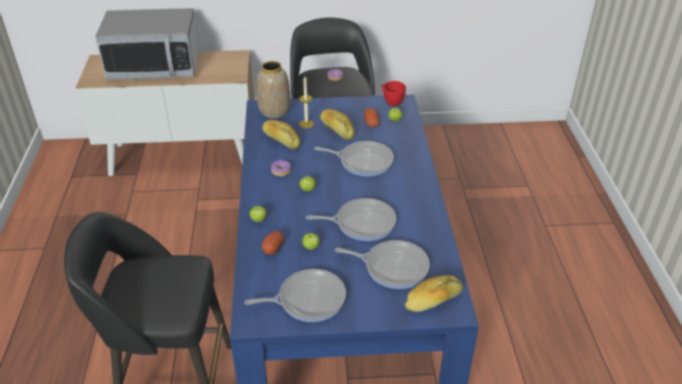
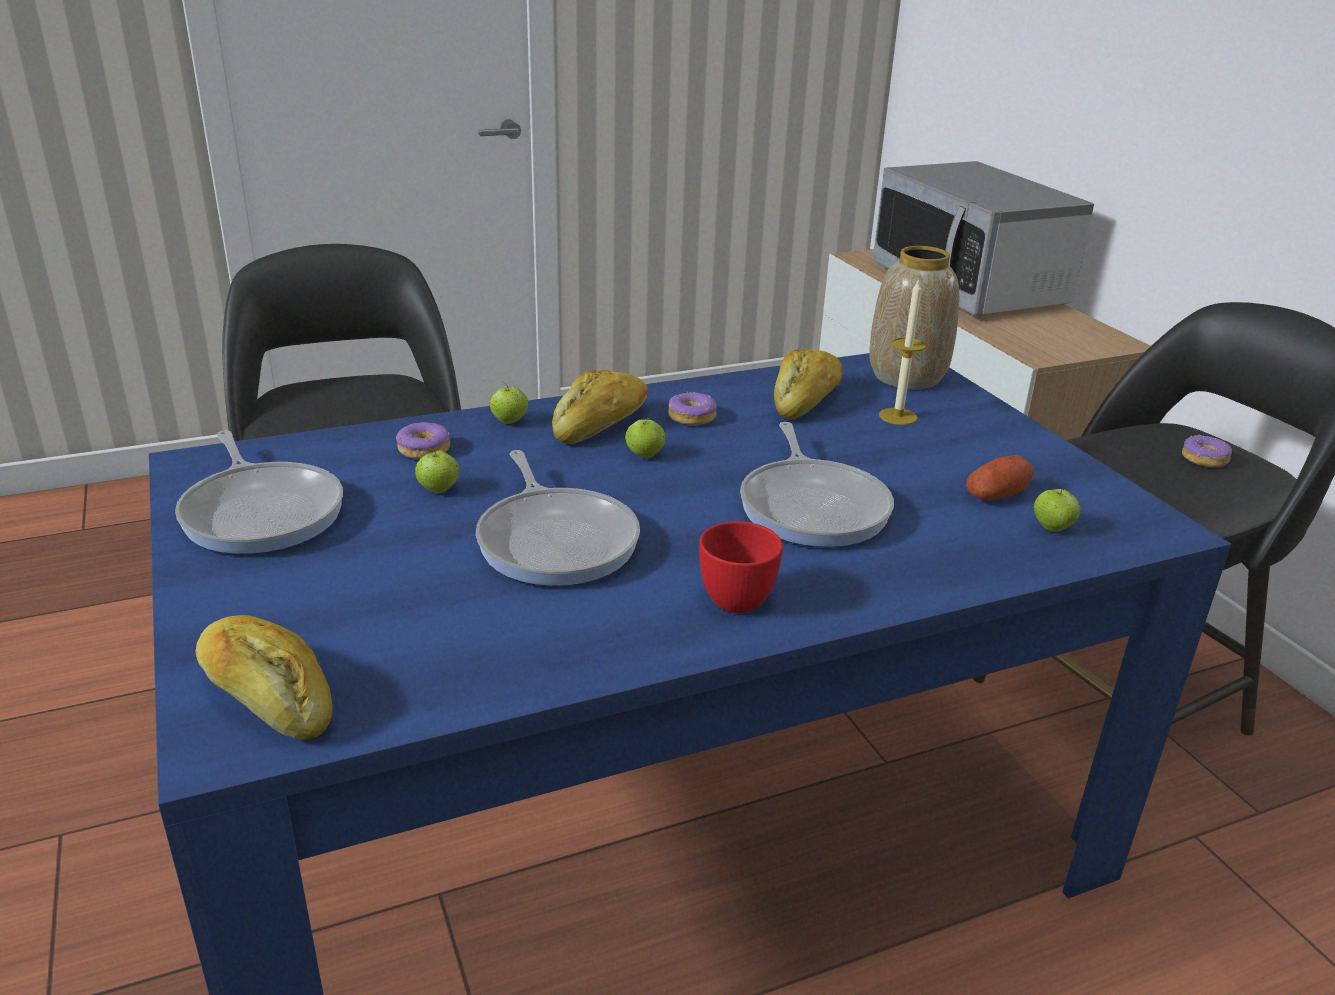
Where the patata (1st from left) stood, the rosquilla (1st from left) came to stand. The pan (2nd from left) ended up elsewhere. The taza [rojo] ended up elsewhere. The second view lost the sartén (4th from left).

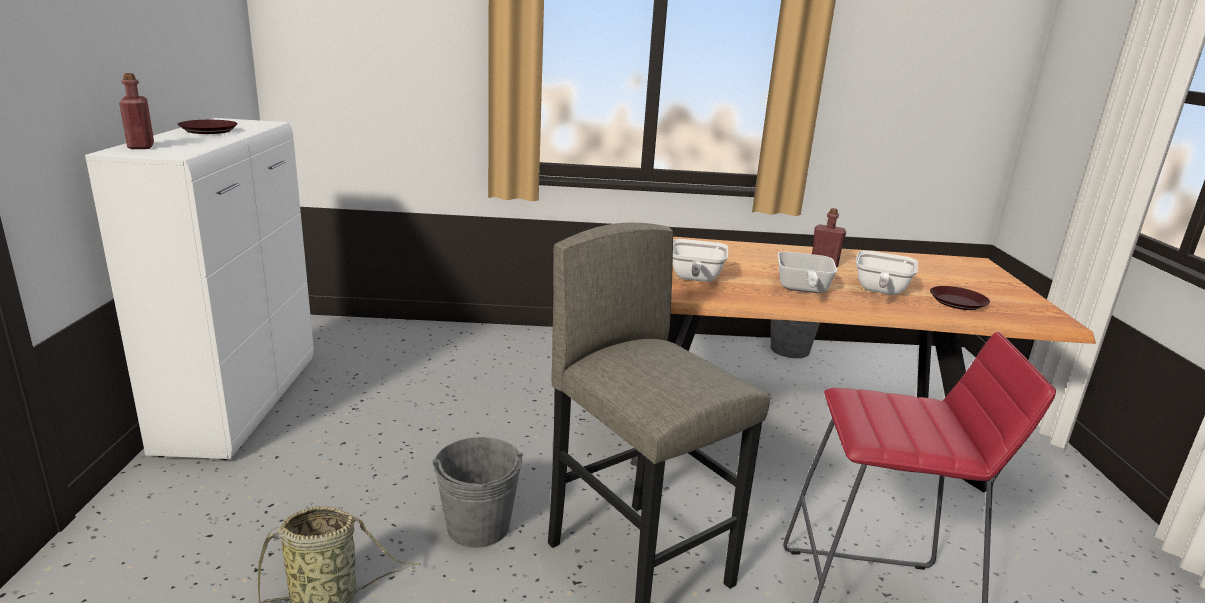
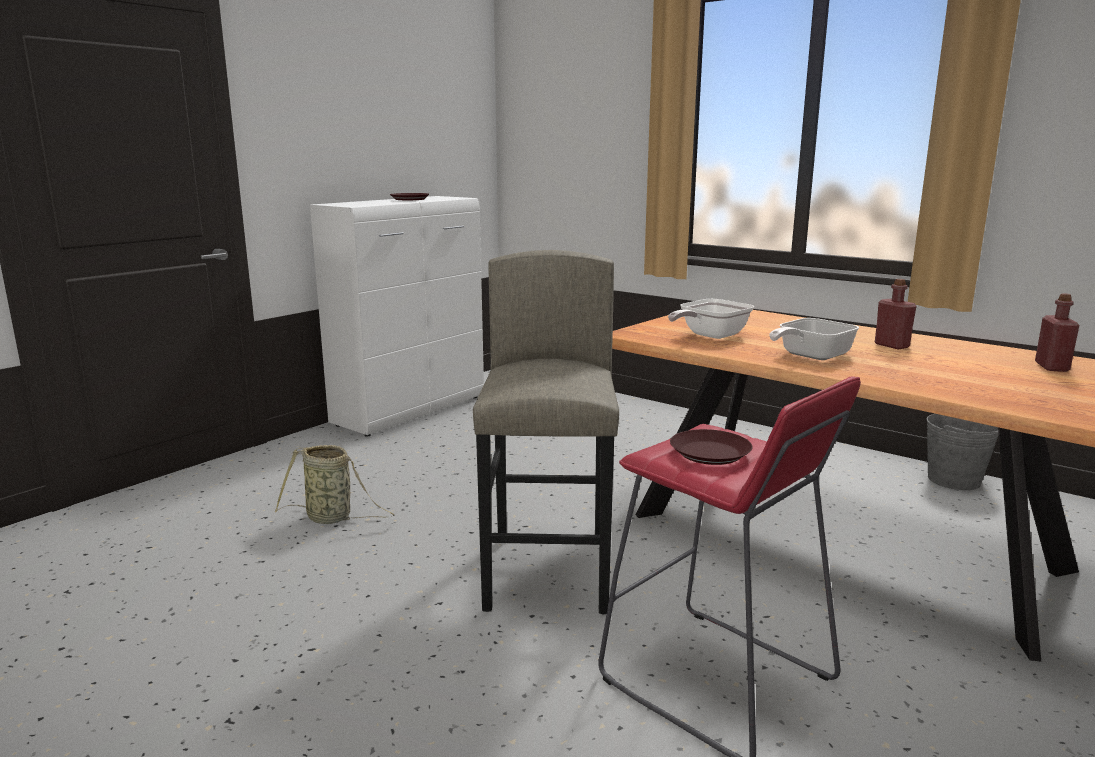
The plato [marrón] (2nd from left) ended up elsewhere. The botella [rojo] (1st from left in the first image) ended up elsewhere. The second view lost the cubo [gris] (1st from left). The second view lost the sartén (3rd from left).

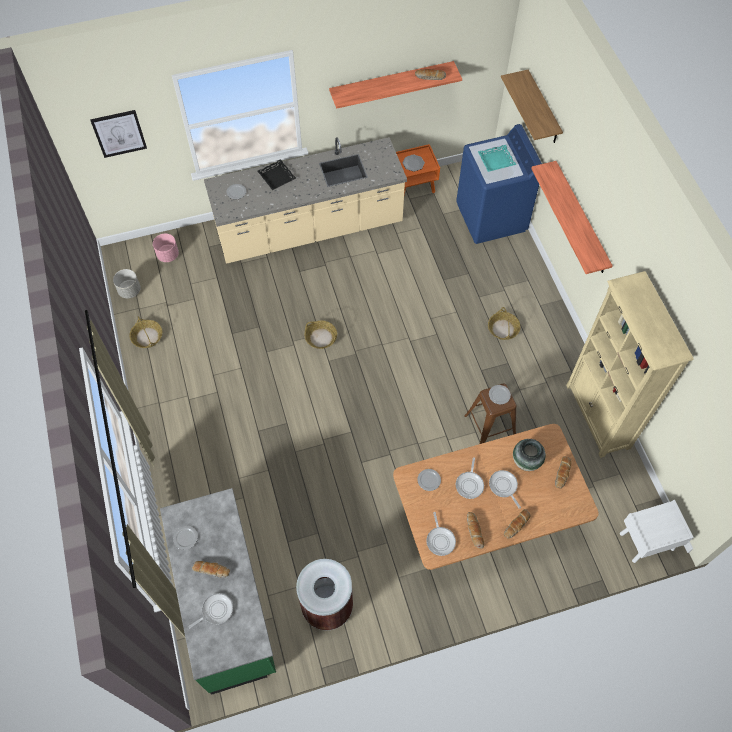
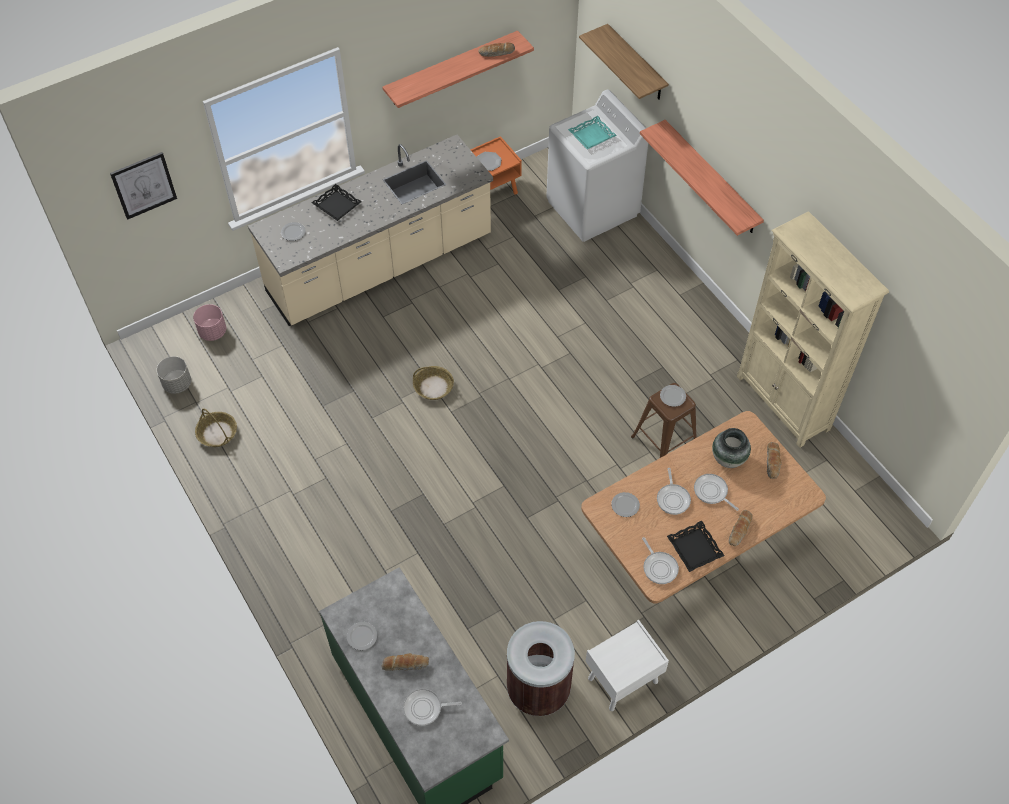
The sartén (1st from left) ended up facing another way, 135 degrees counterclockwise from before. What was the lavadora [azul] turned into the lavadora [blanco]. The mesita de noche [blanco] ended up elsewhere. Where the pan (3rd from left) stood, the bandeja [negro] (2nd from left) came to stand. The second view lost the cesta (3rd from left).

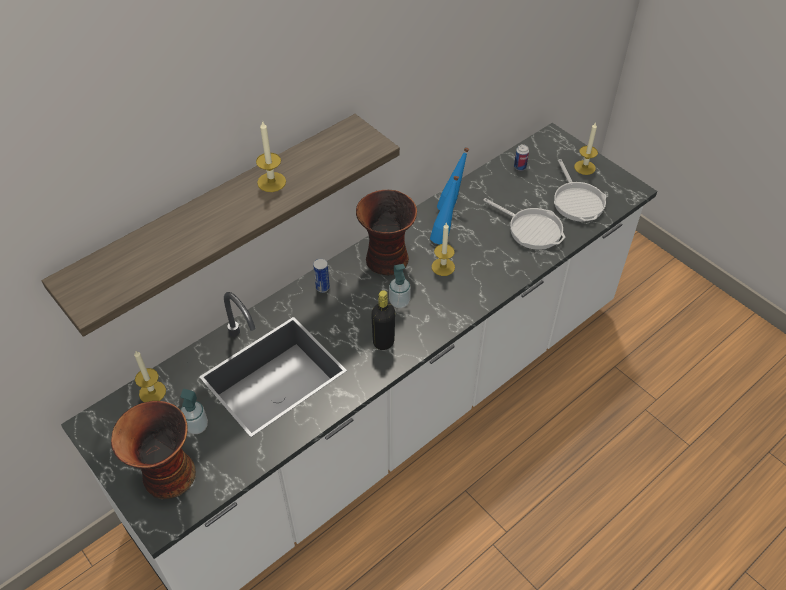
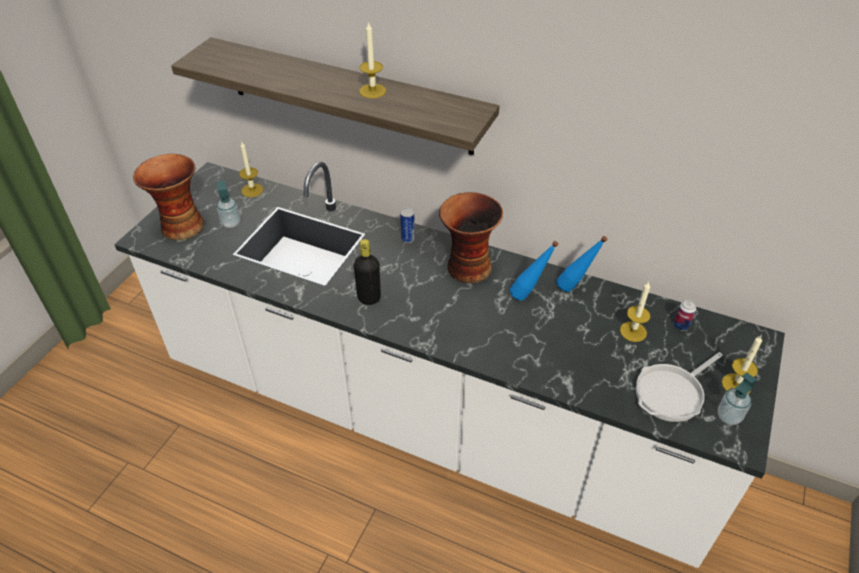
The vela (3rd from left) ended up elsewhere. The dispensador de jabón (2nd from left) ended up elsewhere. The second view lost the sartén (1st from left).

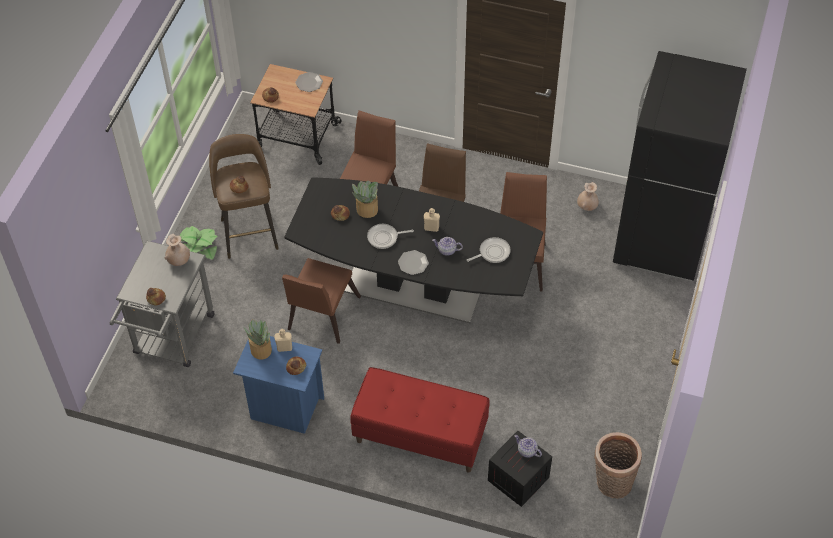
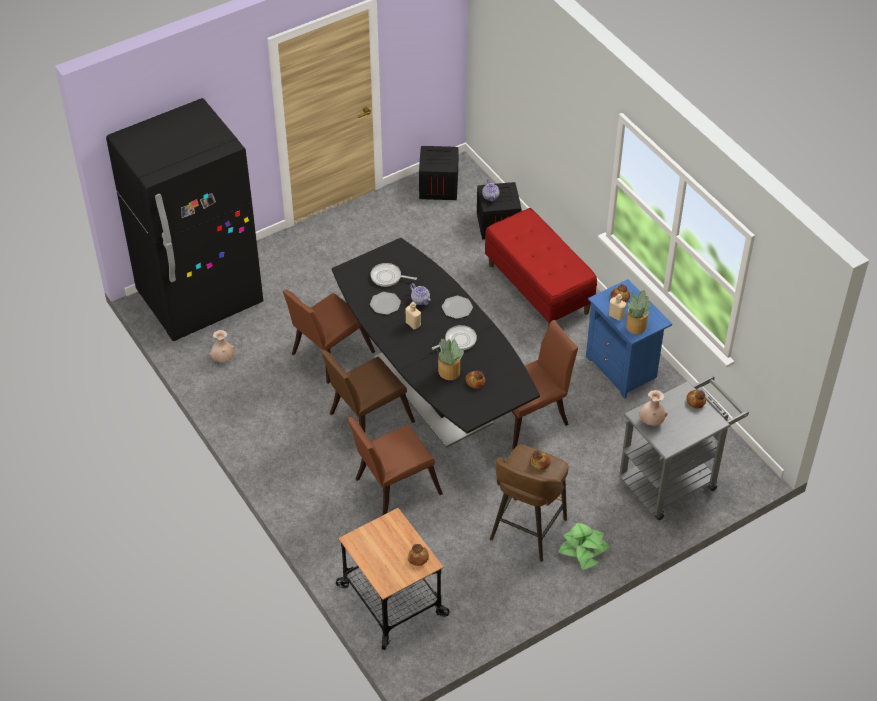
The plato (1st from left) ended up elsewhere. Where the cesta stood, the caja de embalaje (1st from left) came to stand. The sartén (1st from left in the first image) ended up facing another way, 60 degrees counterclockwise from before.

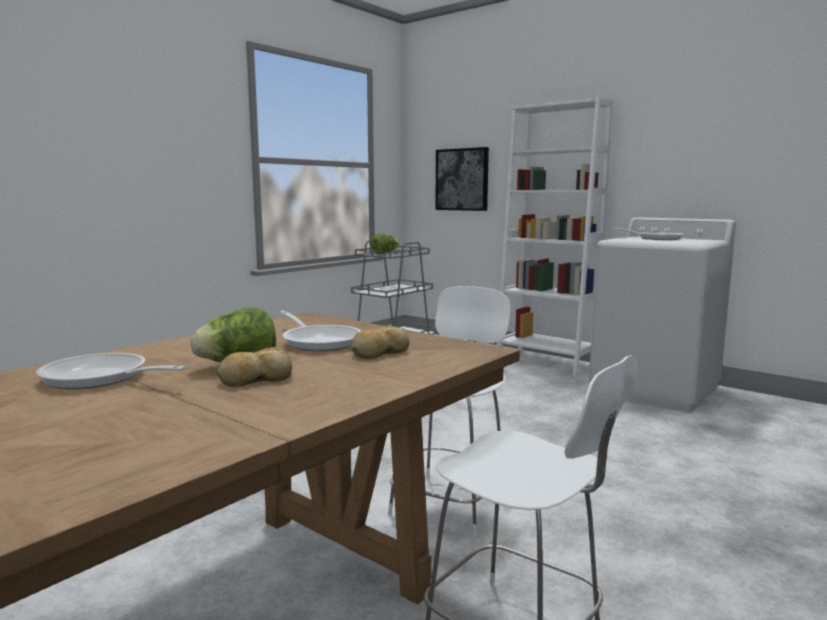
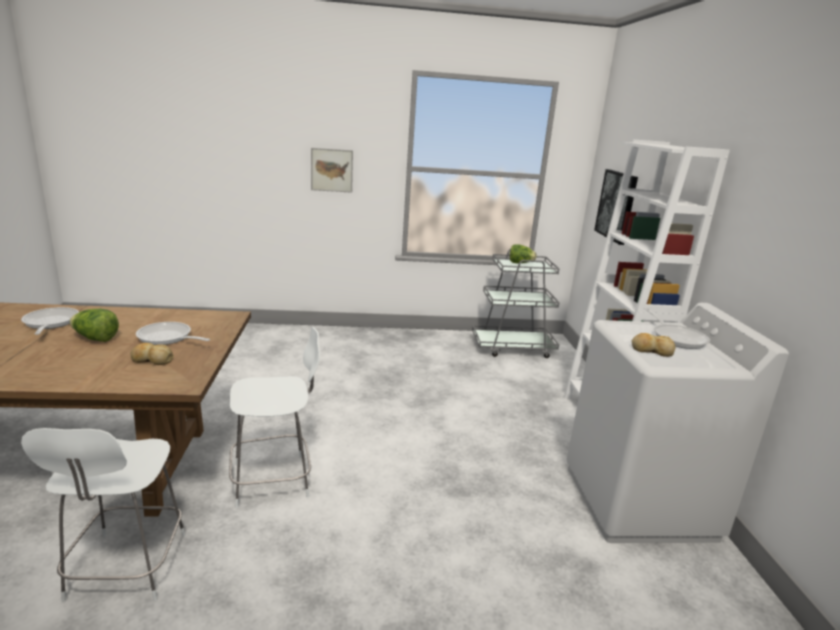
The sartén (2nd from left) ended up facing another way, 105 degrees clockwise from before. The second view gained the cuadro (1st from left). The pan (1st from left in the first image) ended up elsewhere.

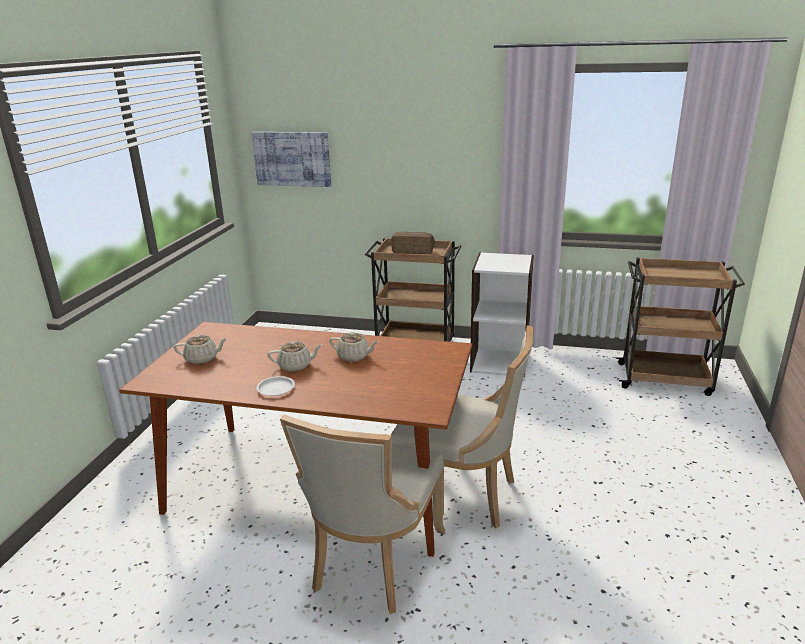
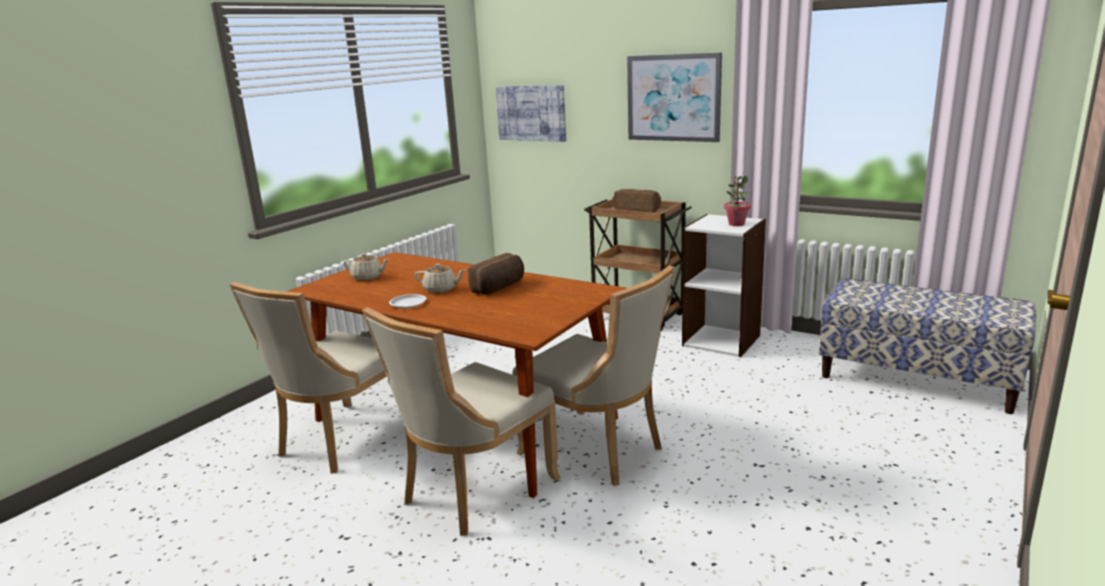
The second view gained the silla [beis] (1st from left). Where the tetera [beis] (3rd from left) stood, the pan (1st from left) came to stand. The second view gained the cuadro (2nd from left). The second view gained the planta en maceta. Where the carrito [marrón] (2nd from left) stood, the banco came to stand.

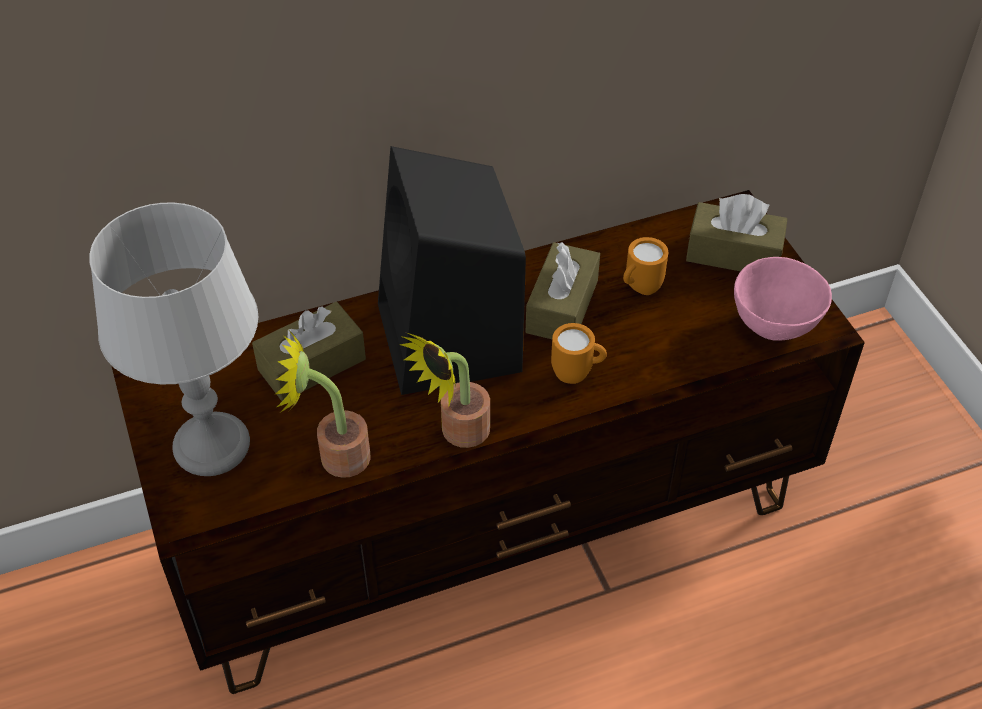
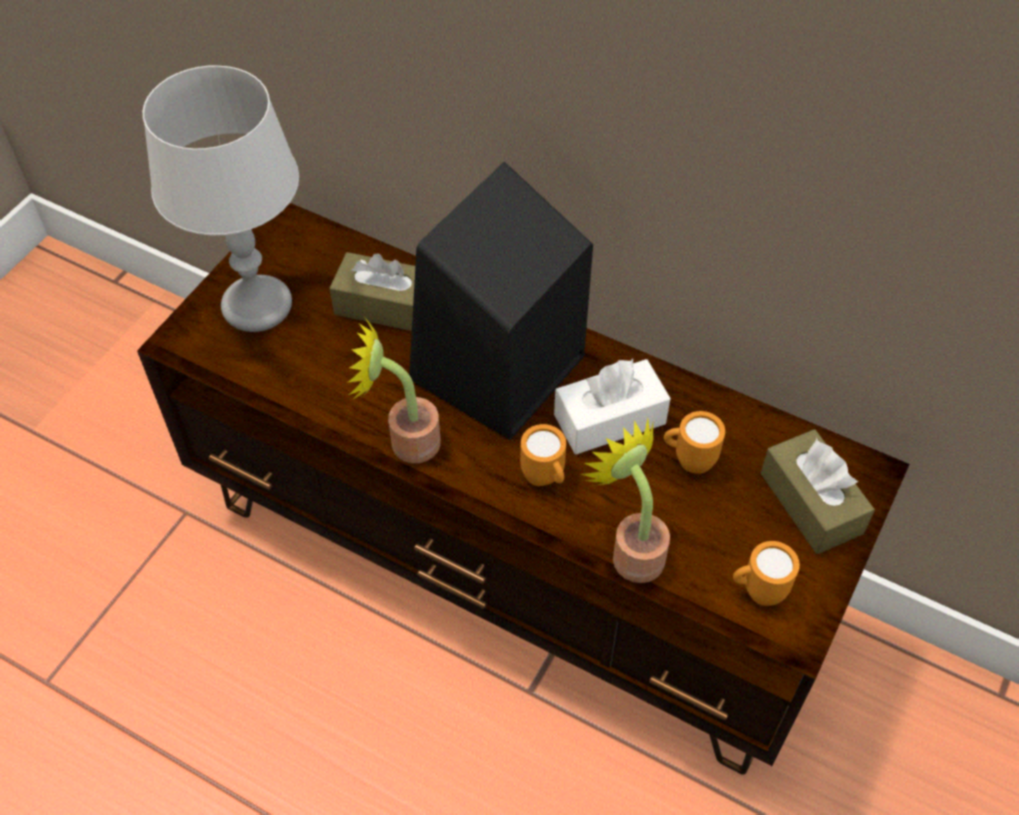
What was the caja de pañuelos [marrón] (2nd from left) turned into the caja de pañuelos [blanco]. The planta en maceta (1st from left in the first image) ended up elsewhere. Where the cuenco [rosa] stood, the taza grande [naranja] (3rd from left) came to stand.

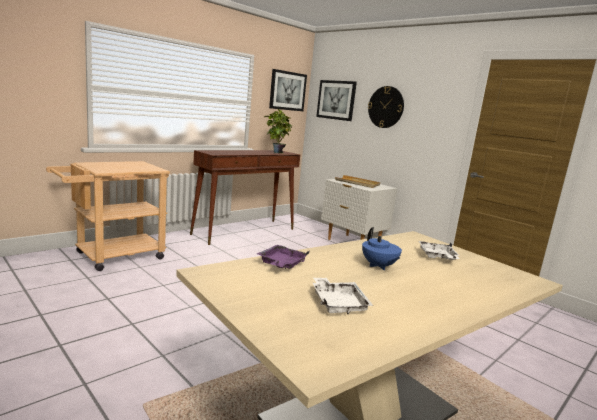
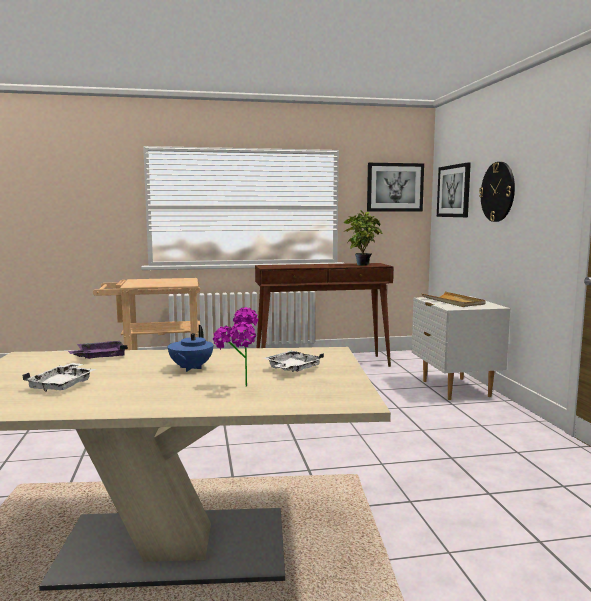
The second view gained the planta en maceta (1st from left).

